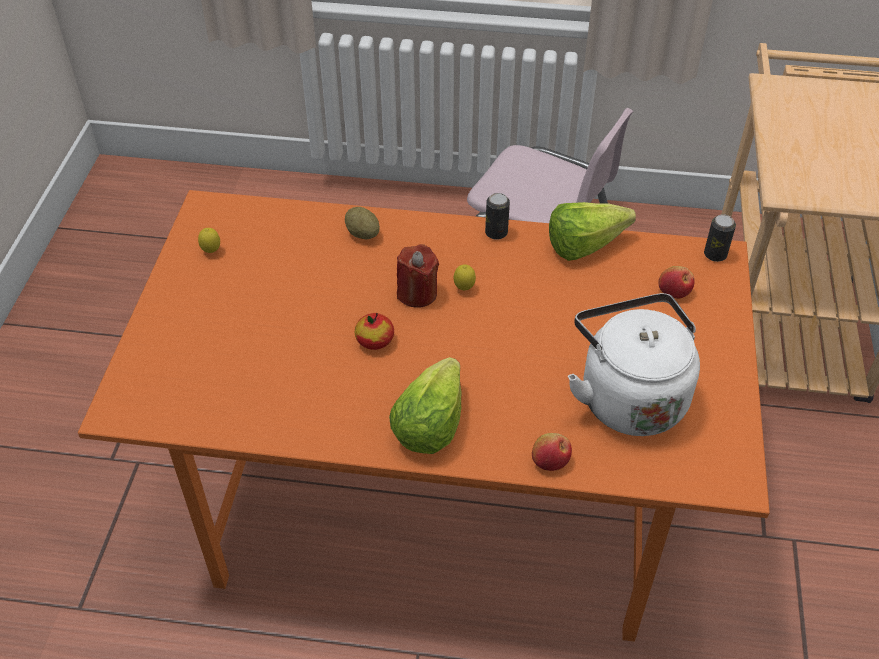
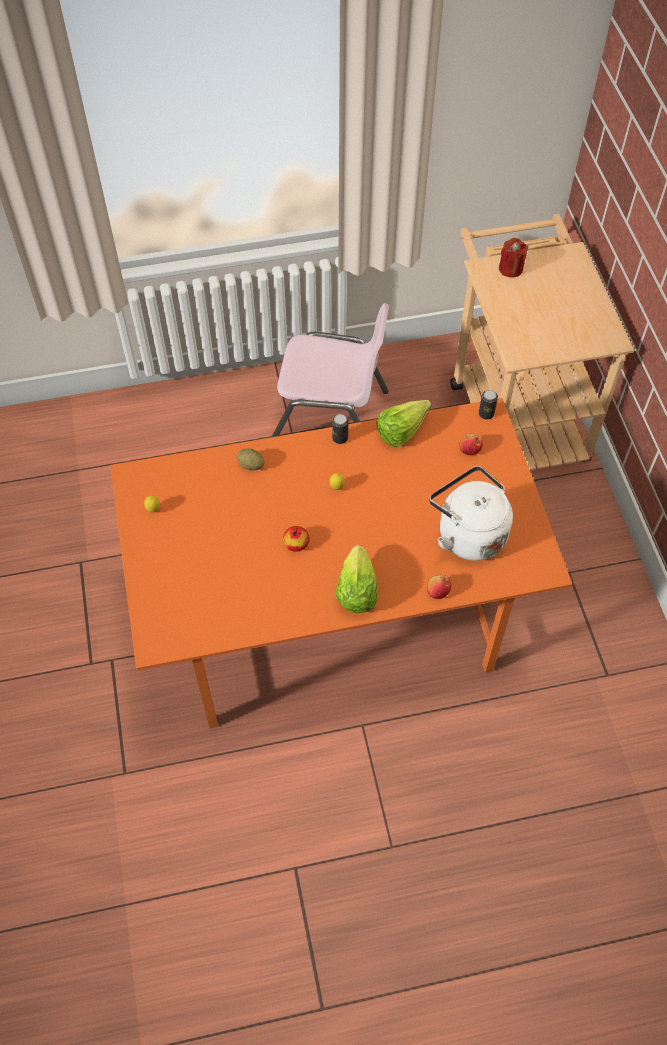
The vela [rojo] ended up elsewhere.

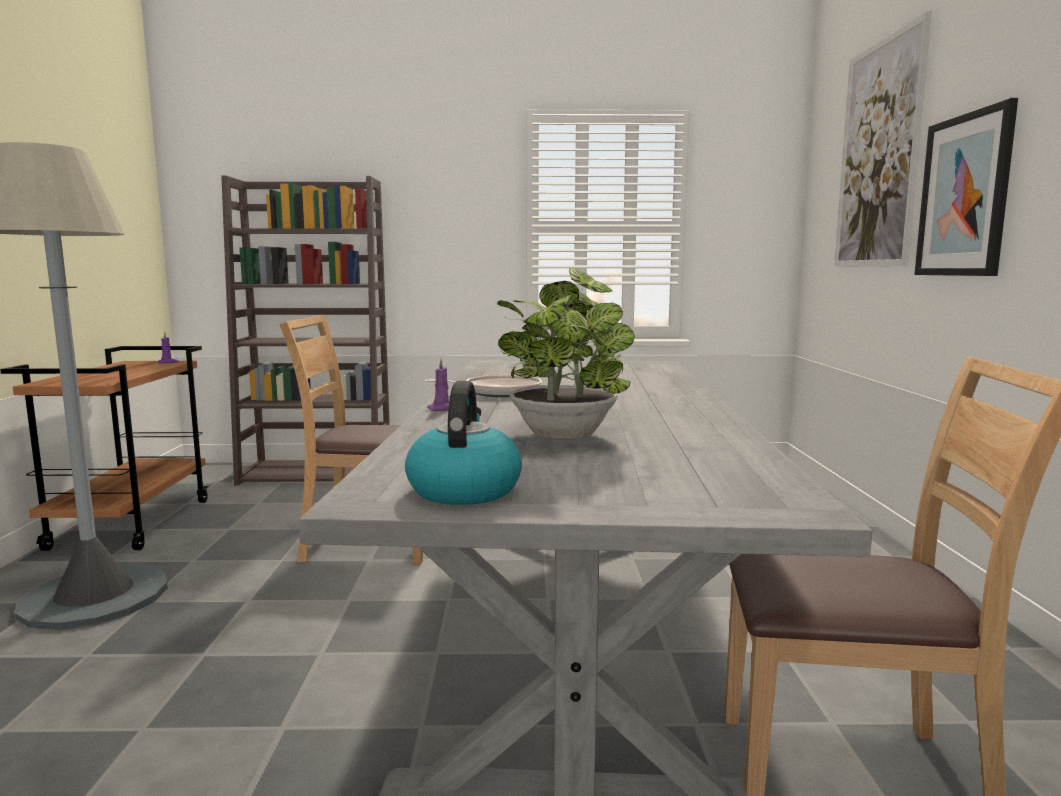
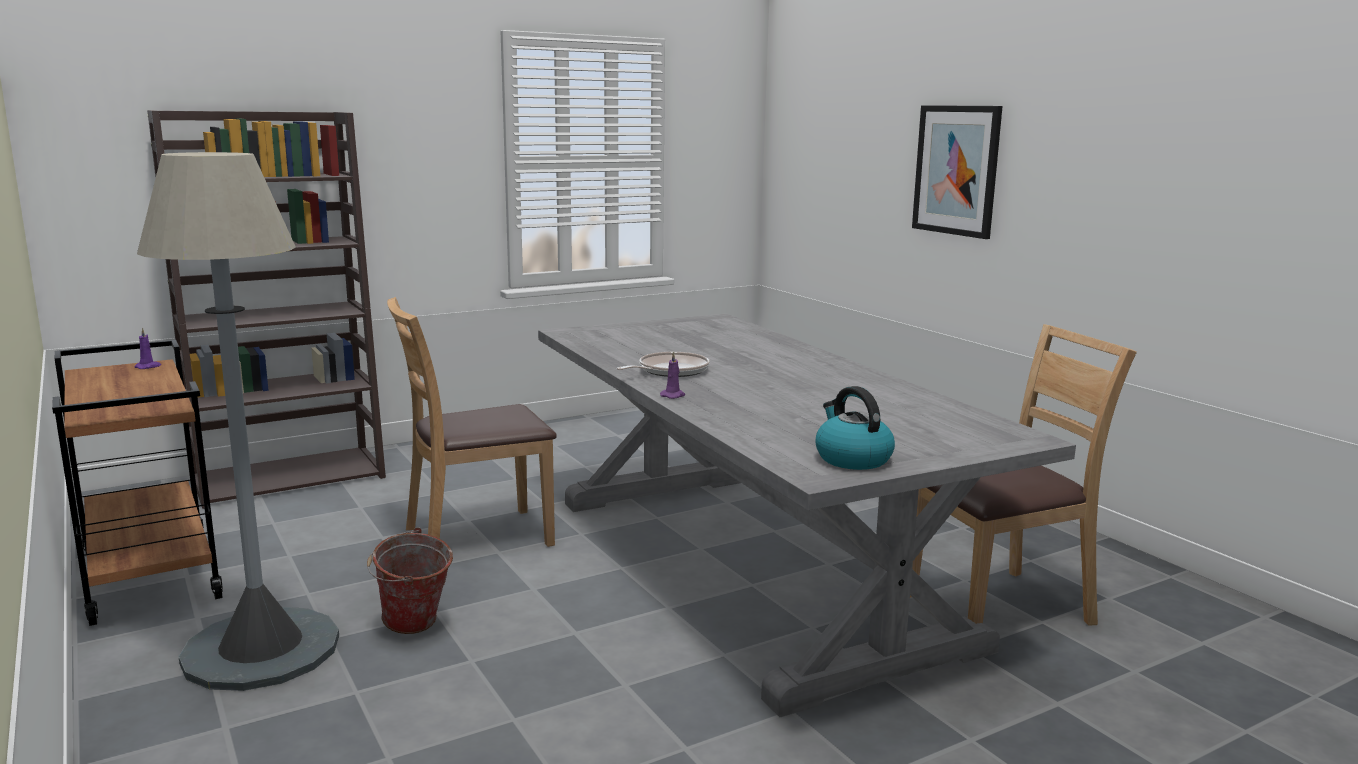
The second view gained the cubo. The second view lost the planta en maceta. The second view lost the cuadro (1st from left).

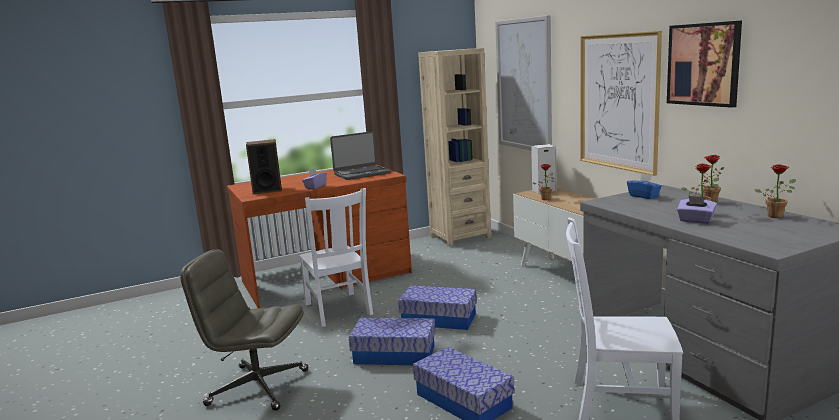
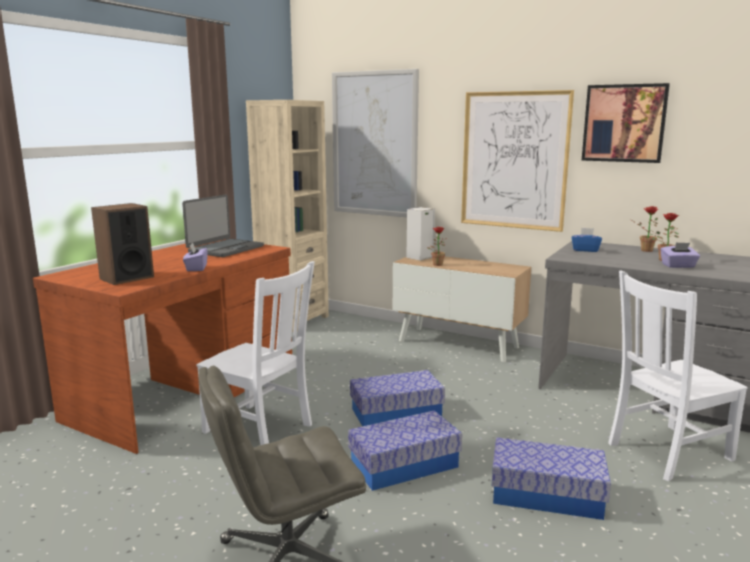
The second view lost the planta en maceta (4th from left).

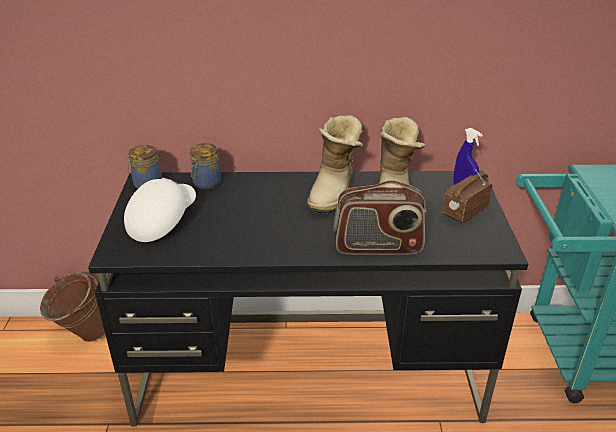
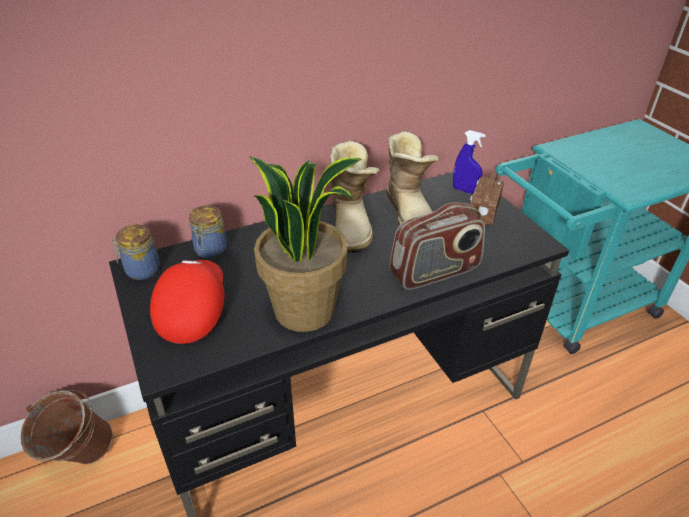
What was the gorra [blanco] turned into the gorra [rojo]. The second view gained the planta en maceta.

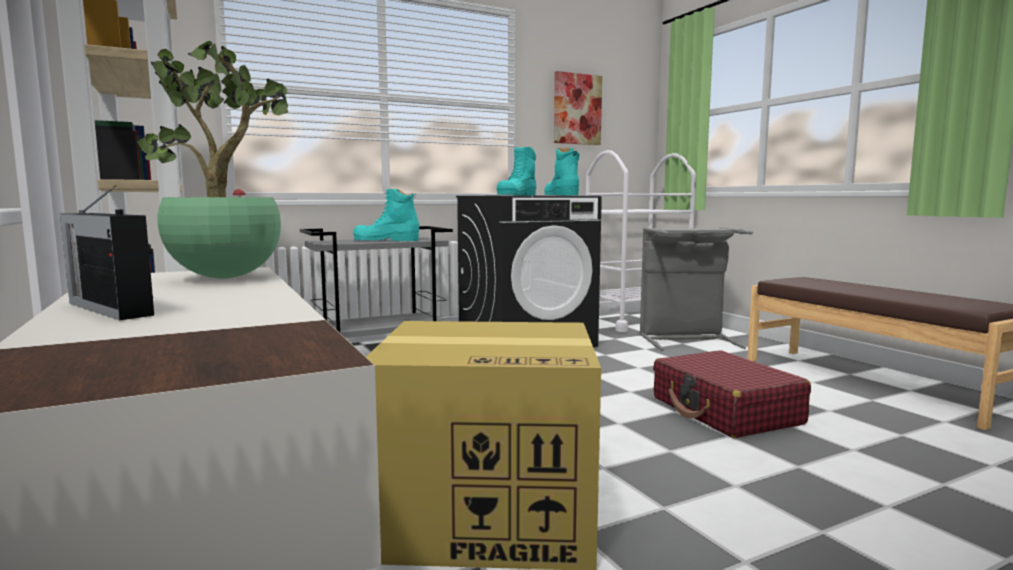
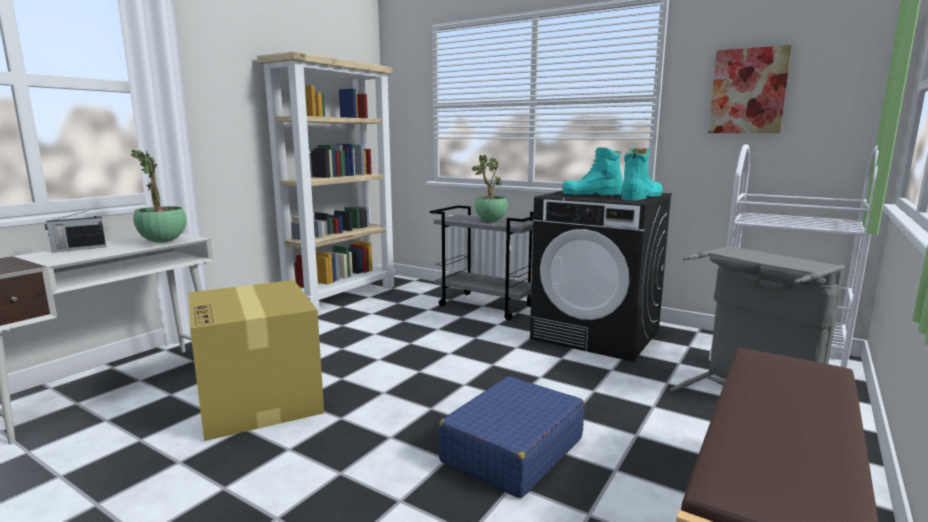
The radio ended up facing another way, 135 degrees counterclockwise from before. What was the maleta [rojo] turned into the maleta [azul]. Where the bota [turquesa] (1st from left) stood, the planta en maceta (2nd from left) came to stand.

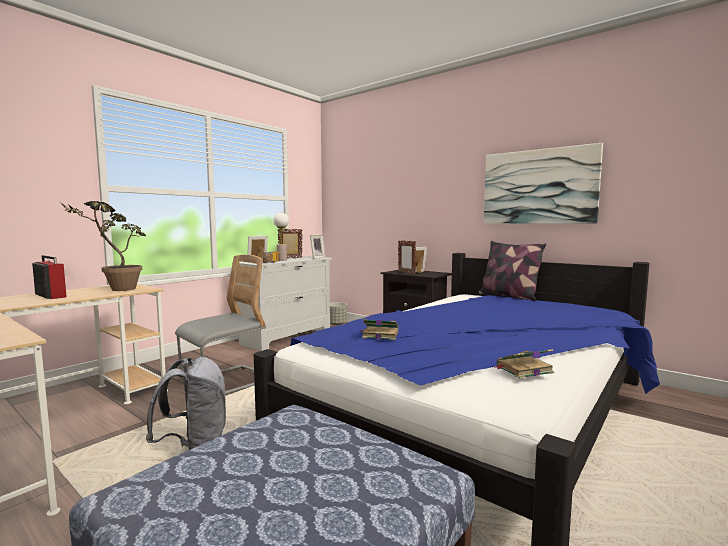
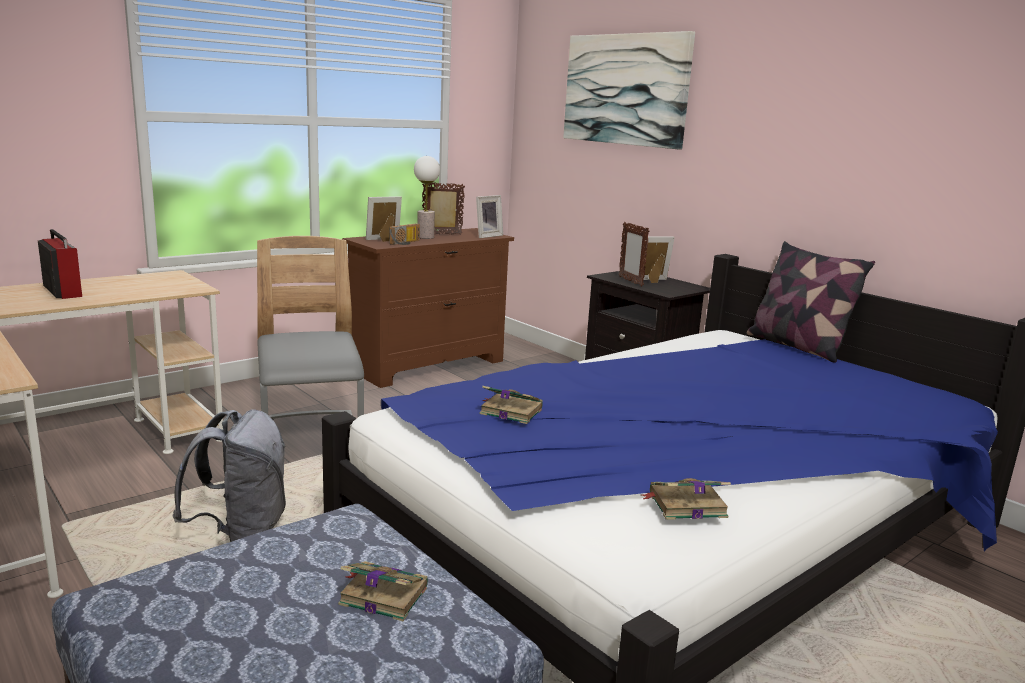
The silla [gris] ended up facing another way, 75 degrees counterclockwise from before. The second view gained the libro (1st from left). What was the cómoda [blanco] turned into the cómoda [marrón]. The cuadro ended up elsewhere. The second view lost the planta en maceta. The second view lost the maceta [gris].

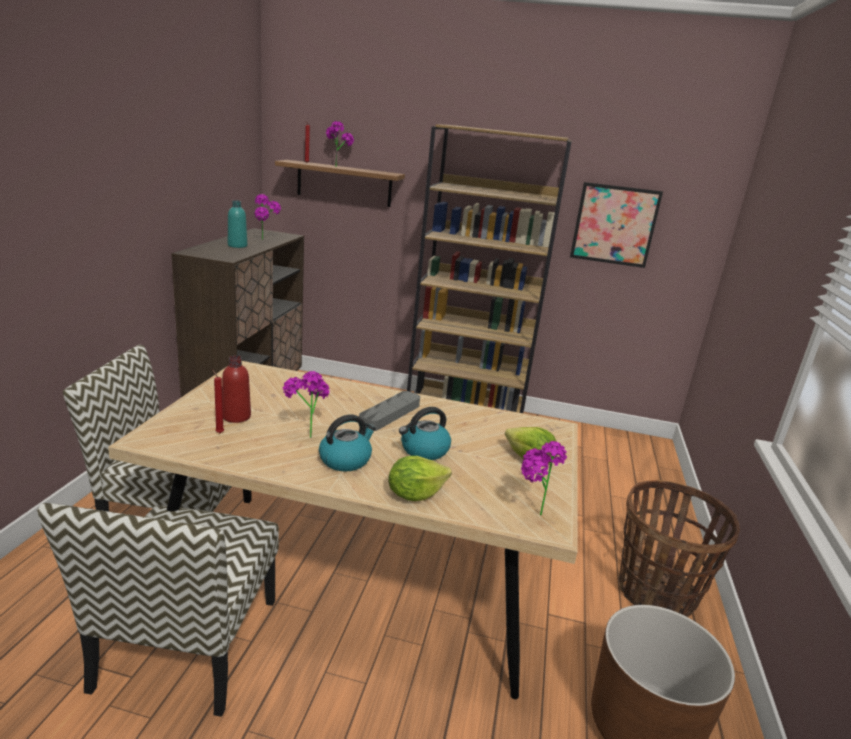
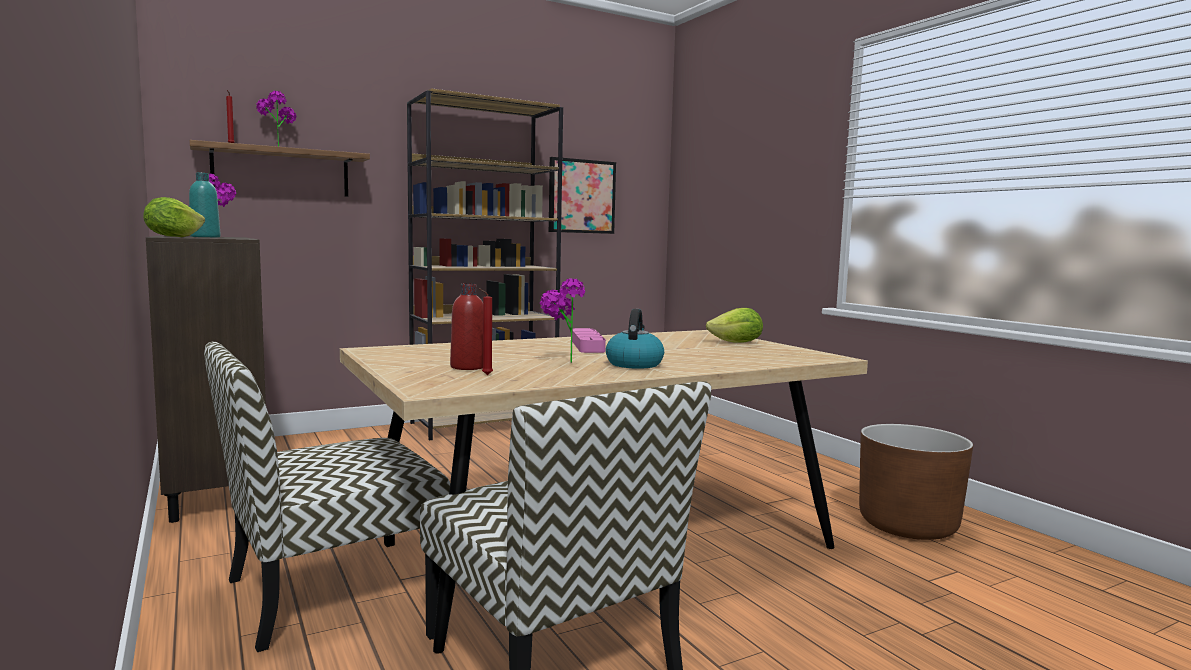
The lechuga (1st from left) ended up elsewhere. What was the bandeja [gris] turned into the bandeja [rosa]. The second view lost the hervidor (2nd from left). The second view lost the planta en maceta (4th from left). The second view lost the cesta.

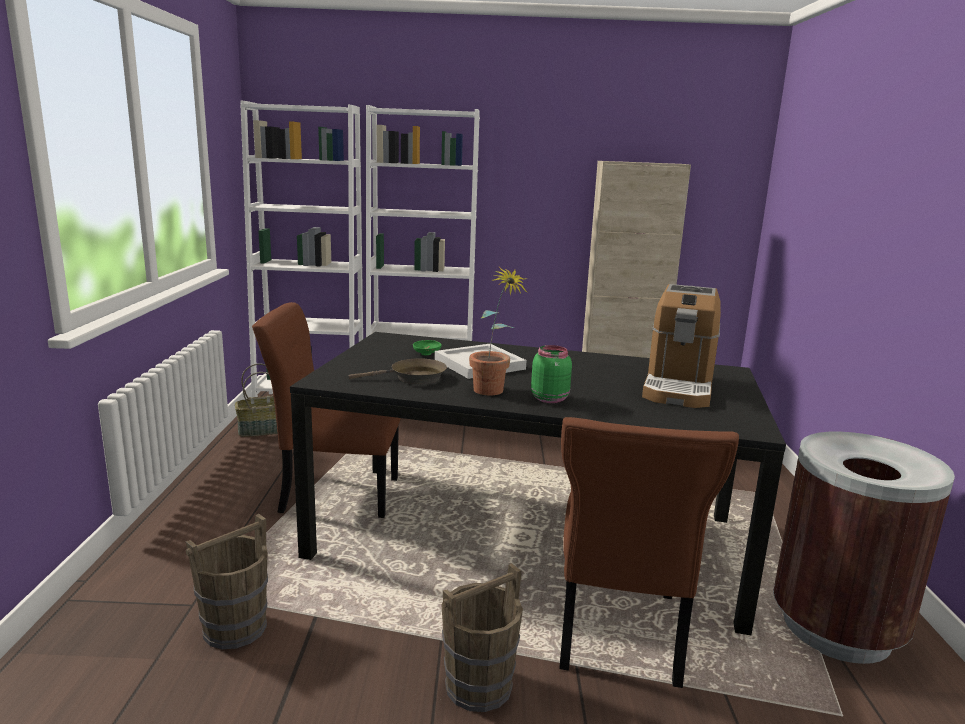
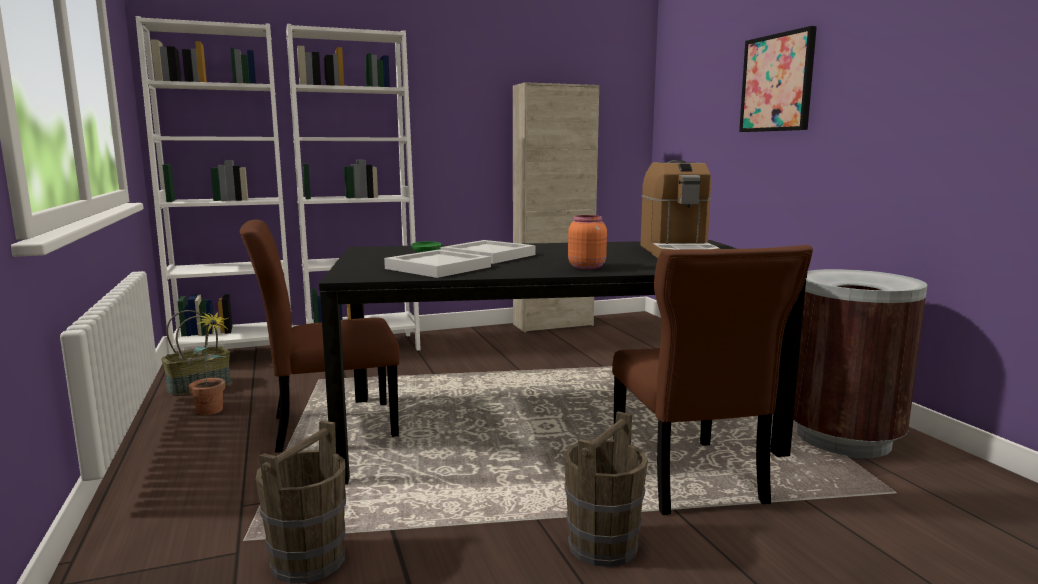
The planta en maceta ended up elsewhere. Where the sartén [marrón] stood, the bandeja [blanco] (1st from left) came to stand. What was the tarro [verde] turned into the tarro [naranja]. The second view gained the cuadro.

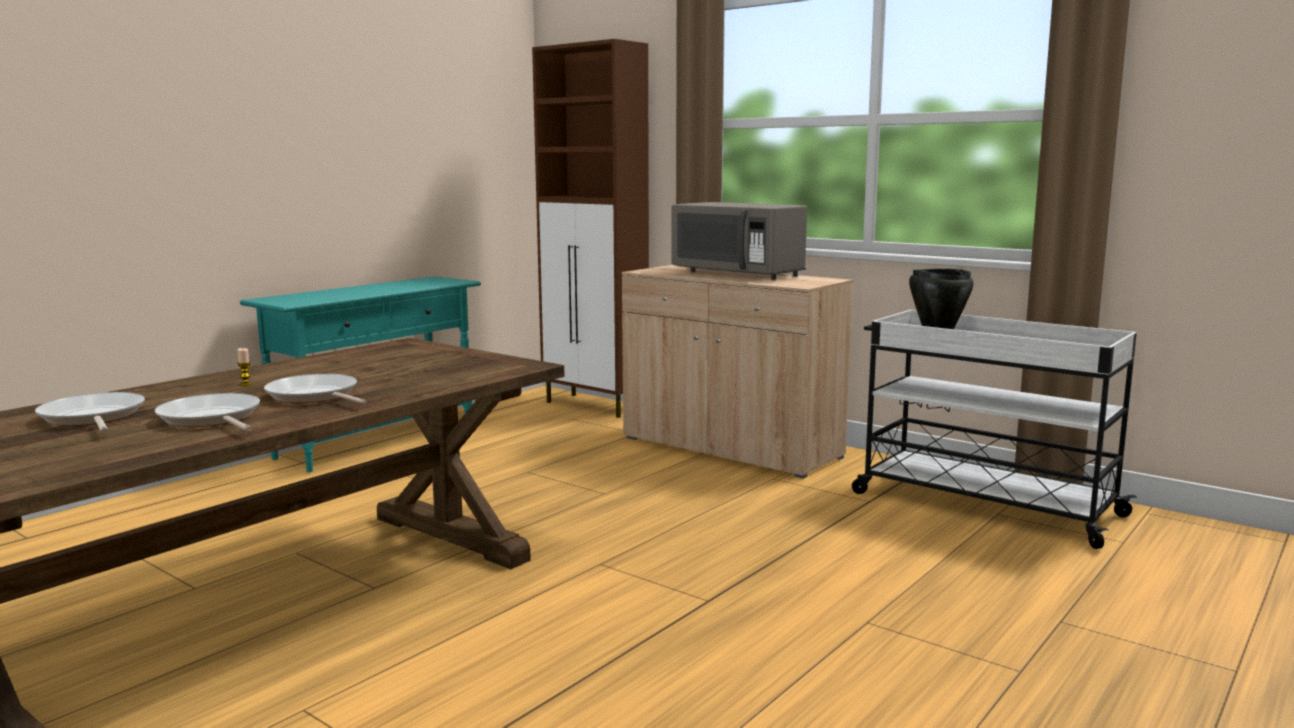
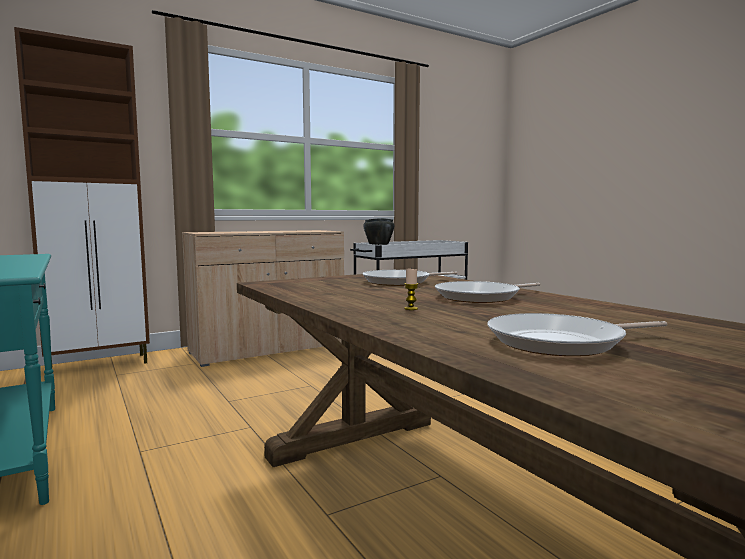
The sartén (2nd from left in the first image) ended up elsewhere. The second view lost the microondas [gris].

